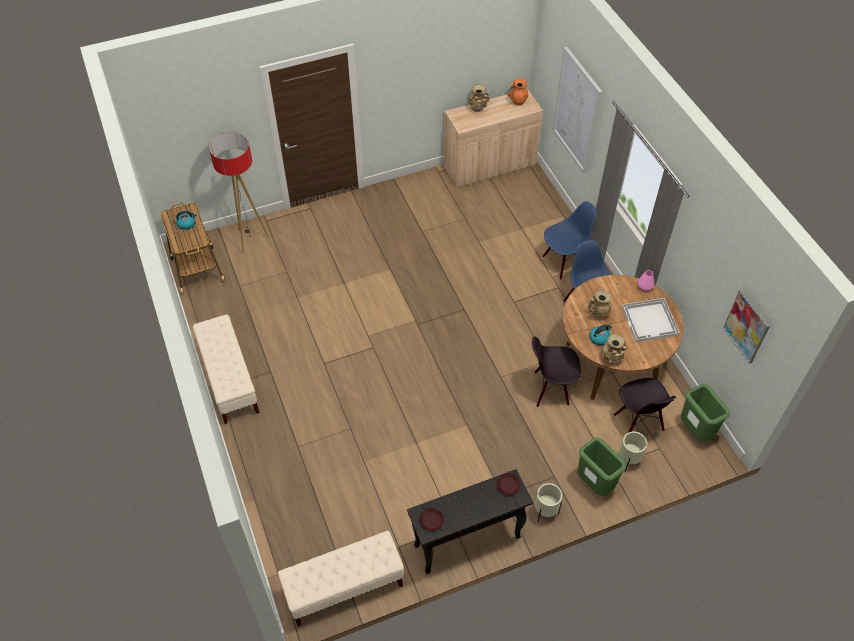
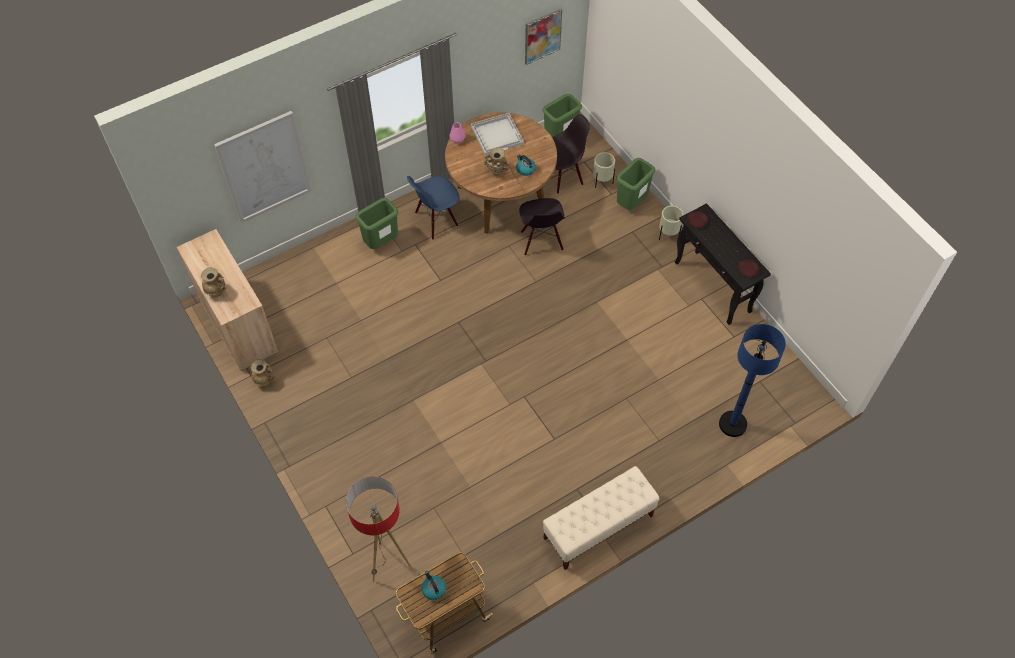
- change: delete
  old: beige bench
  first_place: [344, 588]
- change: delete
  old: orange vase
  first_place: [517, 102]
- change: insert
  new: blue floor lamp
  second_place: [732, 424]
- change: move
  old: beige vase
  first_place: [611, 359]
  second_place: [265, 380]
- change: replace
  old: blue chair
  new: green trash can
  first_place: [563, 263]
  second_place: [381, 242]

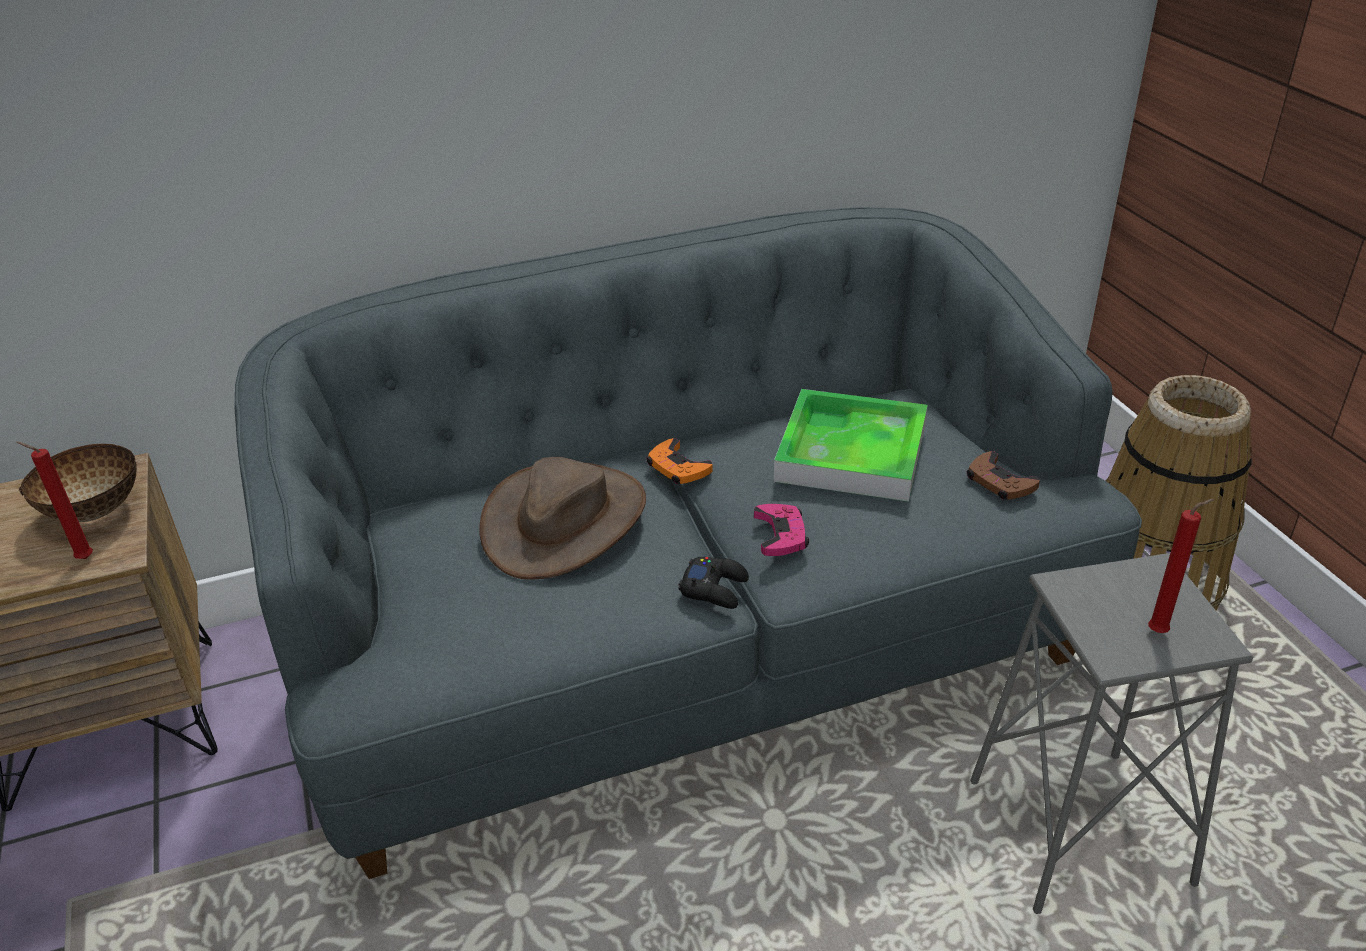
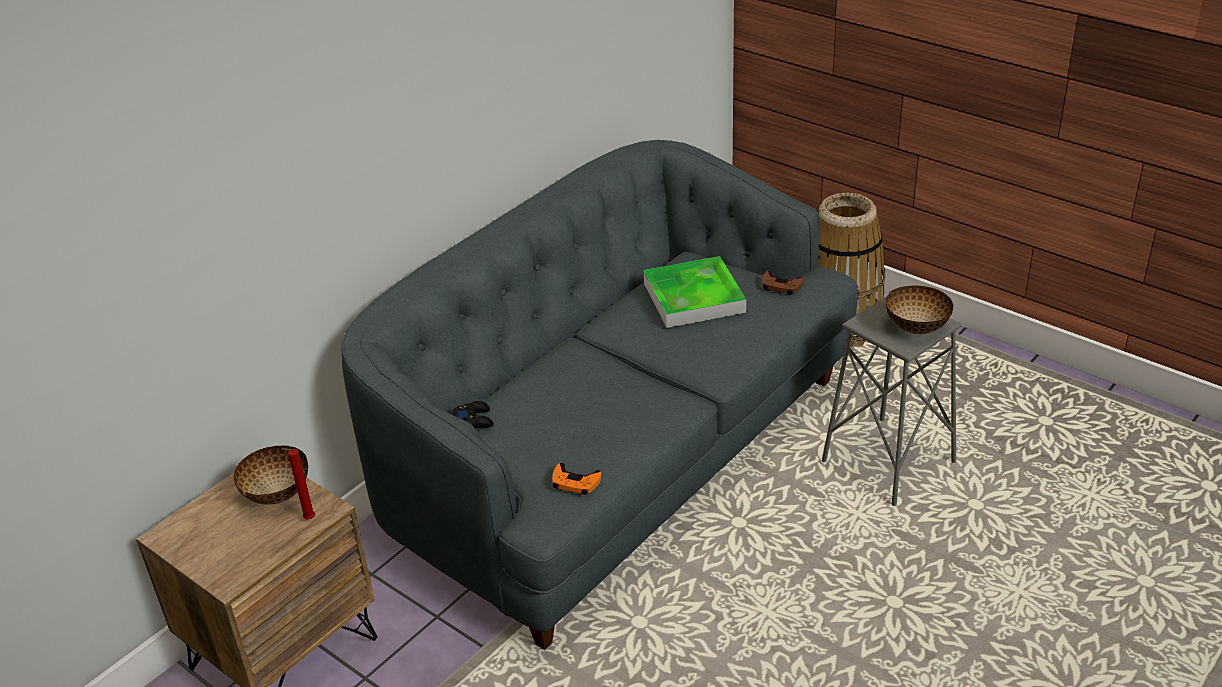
- change: delete
  old: brown hat
  first_place: [564, 520]
- change: delete
  old: pink game controller
  first_place: [781, 534]
- change: move
  old: orange game controller
  first_place: [678, 467]
  second_place: [575, 483]
- change: move
  old: black game controller
  first_place: [715, 588]
  second_place: [474, 420]
- change: replace
  old: red candle
  new: bowl
  first_place: [1160, 632]
  second_place: [917, 327]

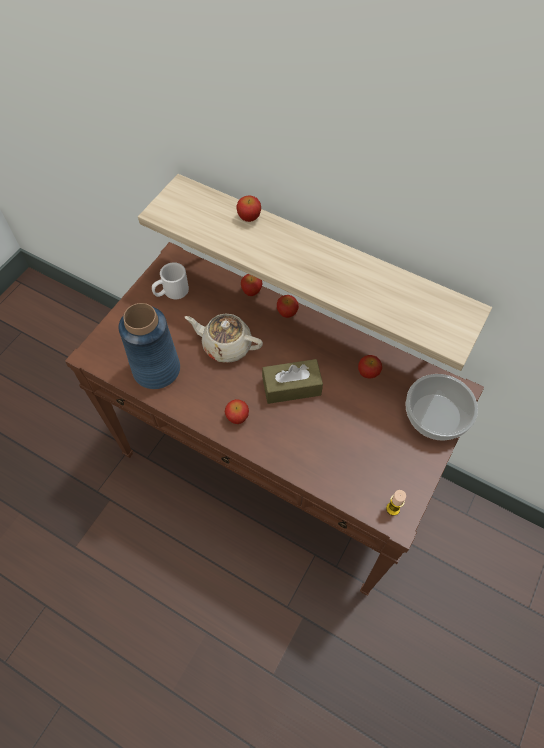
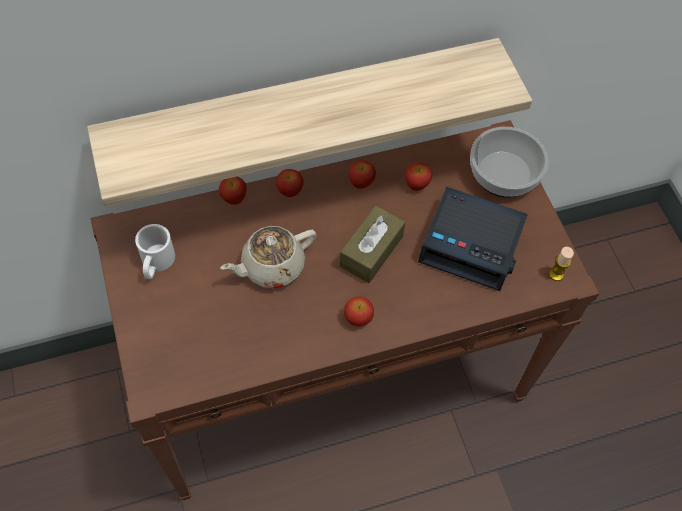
- change: delete
  old: blue vase
  first_place: [156, 369]
- change: insert
  new: alarm clock
  second_place: [472, 244]
- change: move
  old: apple
  first_place: [249, 217]
  second_place: [361, 182]

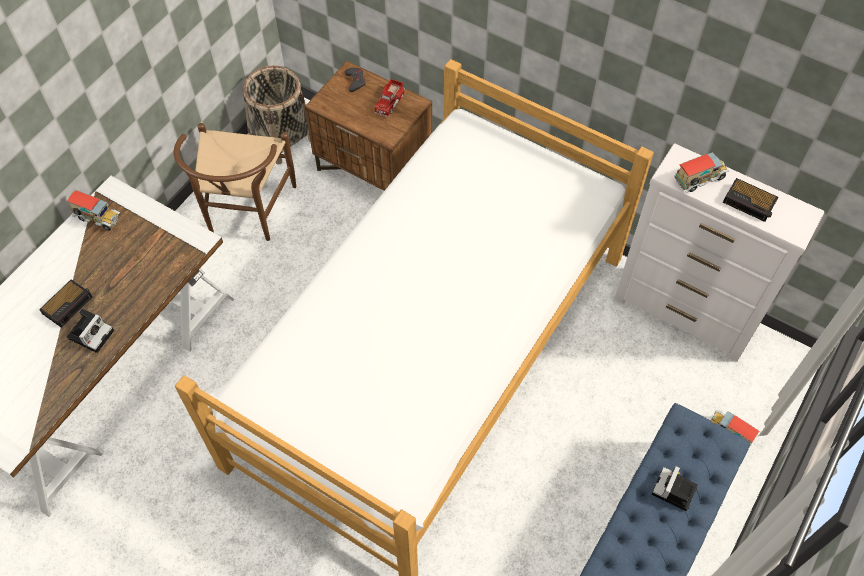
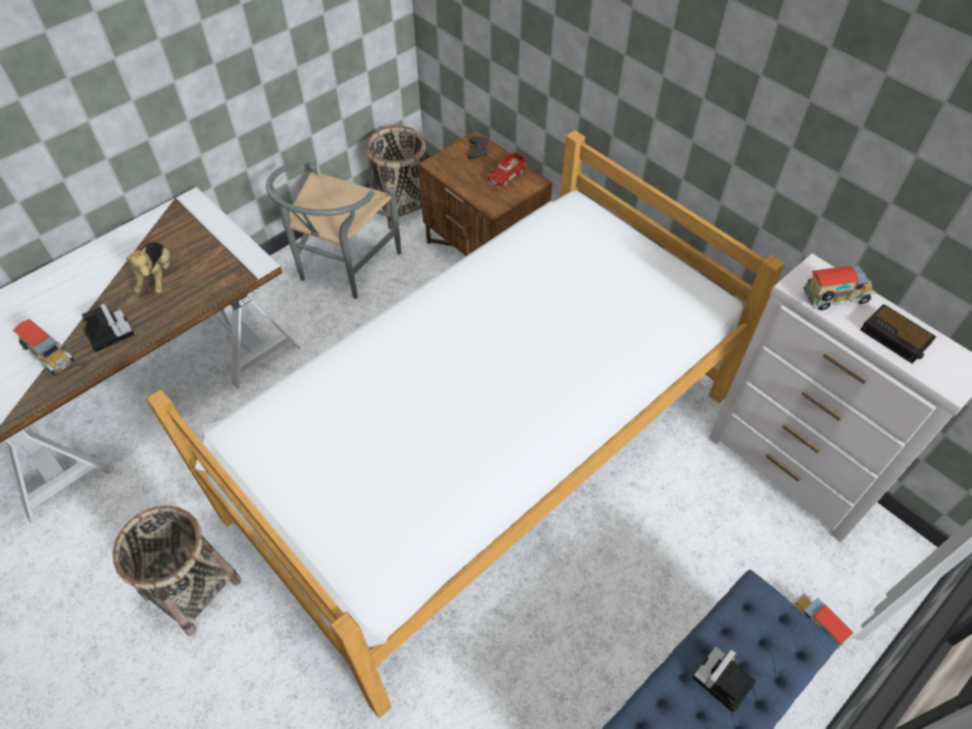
- change: delete
  old: alarm clock
  first_place: [68, 304]
- change: insert
  new: basket
  second_place: [193, 588]
- change: insert
  new: plush toy
  second_place: [157, 277]
- change: move
  old: toy truck
  first_place: [98, 219]
  second_place: [51, 358]
- change: recolor
  old: brown chair
  new: grey chair
  first_place: [246, 214]
  second_place: [342, 269]
- change: rotate
  old: photo camera
  first_place: [91, 333]
  second_place: [108, 332]
  degrees: -75

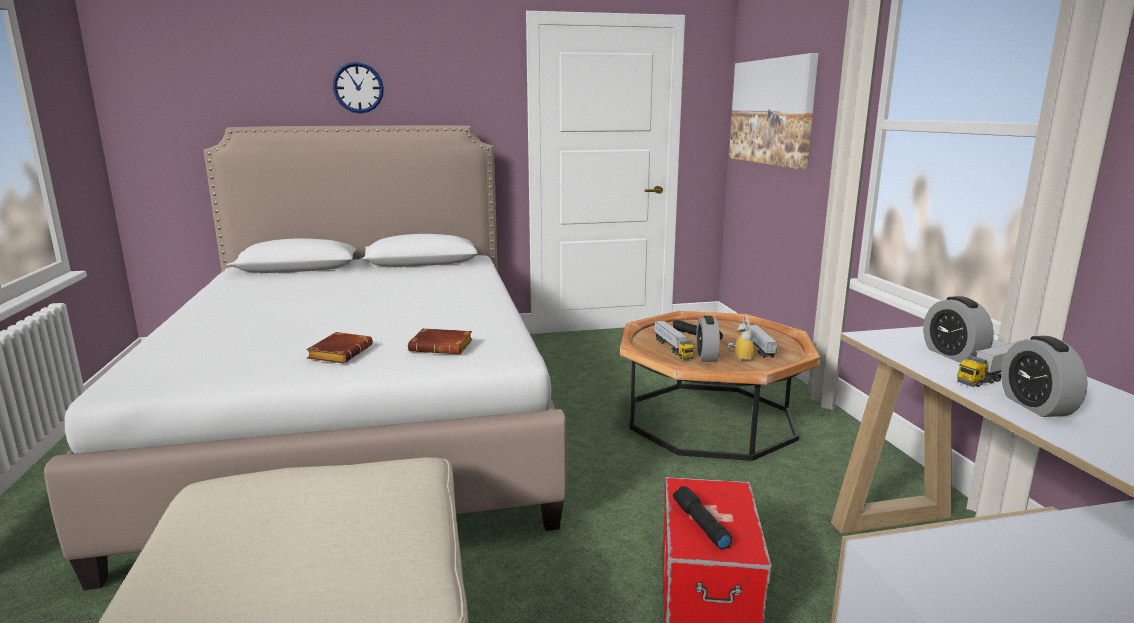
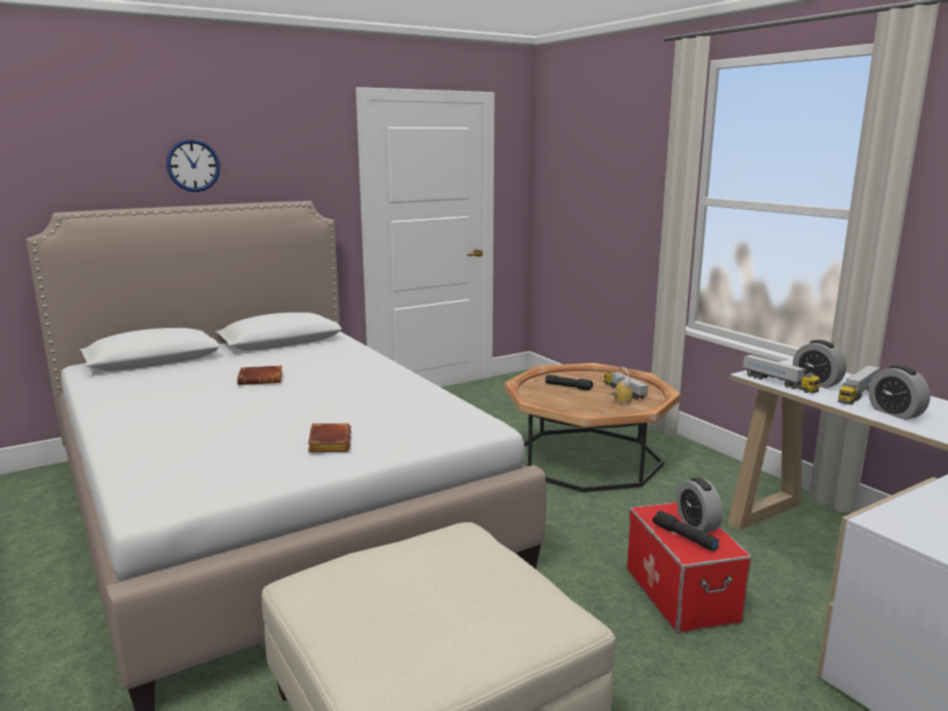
- change: delete
  old: picture
  first_place: [772, 111]
- change: move
  old: brown book
  first_place: [443, 347]
  second_place: [262, 379]
- change: move
  old: toy truck
  first_place: [672, 348]
  second_place: [779, 383]
- change: move
  old: alarm clock
  first_place: [706, 356]
  second_place: [697, 524]

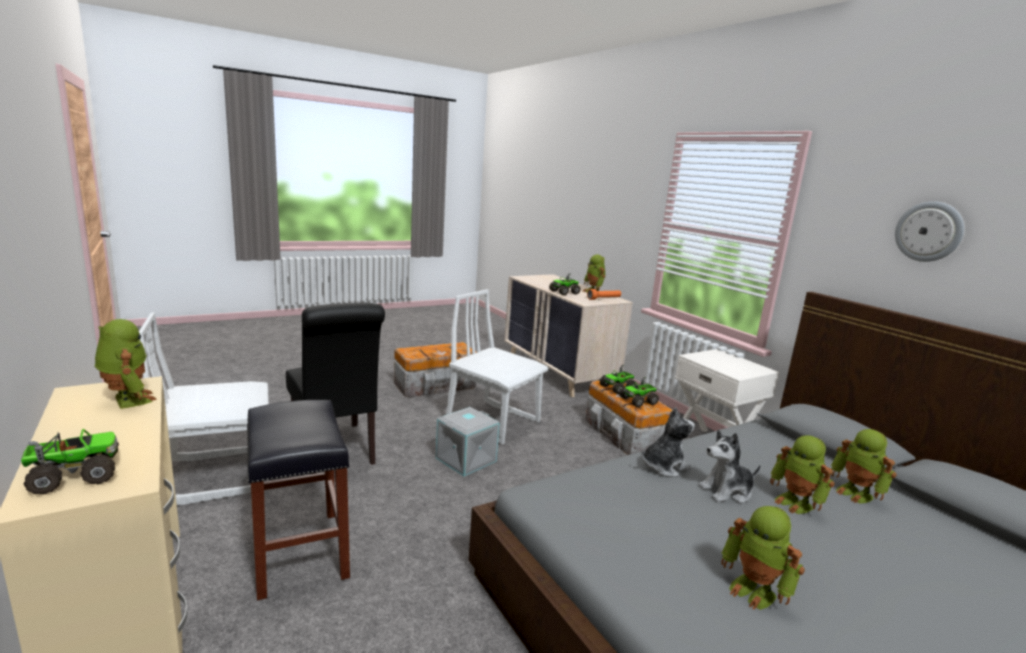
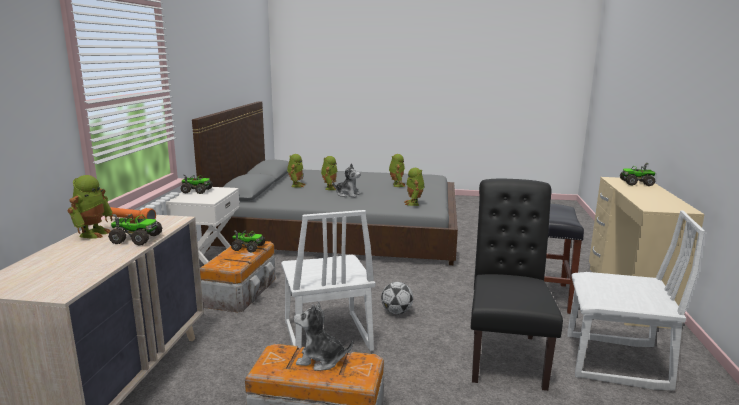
- change: delete
  old: wall clock
  first_place: [929, 231]
- change: move
  old: toy robot
  first_place: [128, 400]
  second_place: [414, 203]
- change: move
  old: toy truck
  first_place: [618, 388]
  second_place: [196, 191]
- change: move
  old: plush toy
  first_place: [663, 467]
  second_place: [320, 360]
- change: replace
  old: grey storage box
  new: football
  first_place: [466, 460]
  second_place: [396, 312]

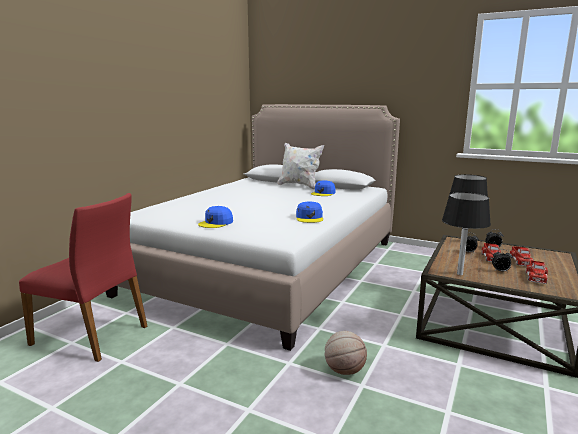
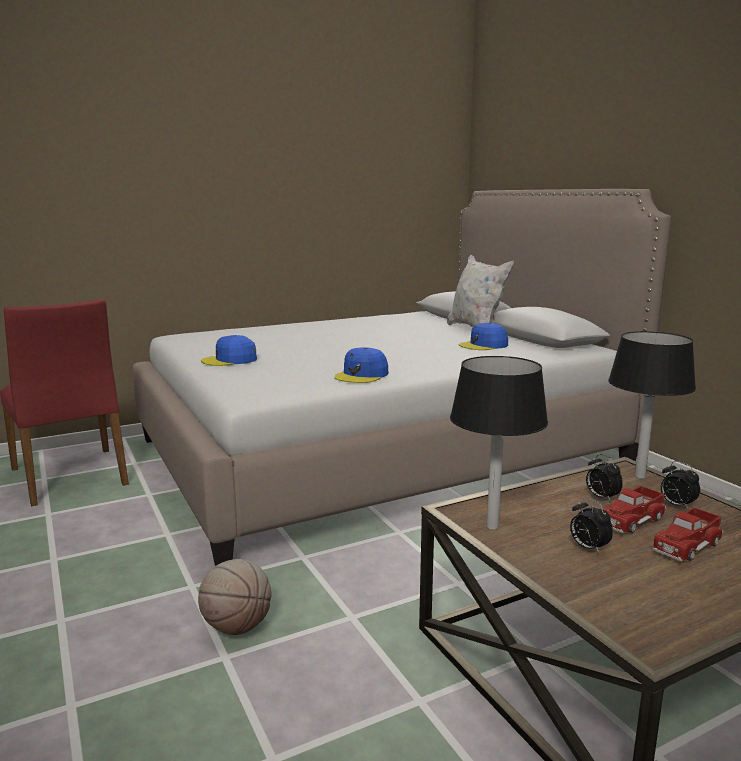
- change: delete
  old: toy truck
  first_place: [536, 277]

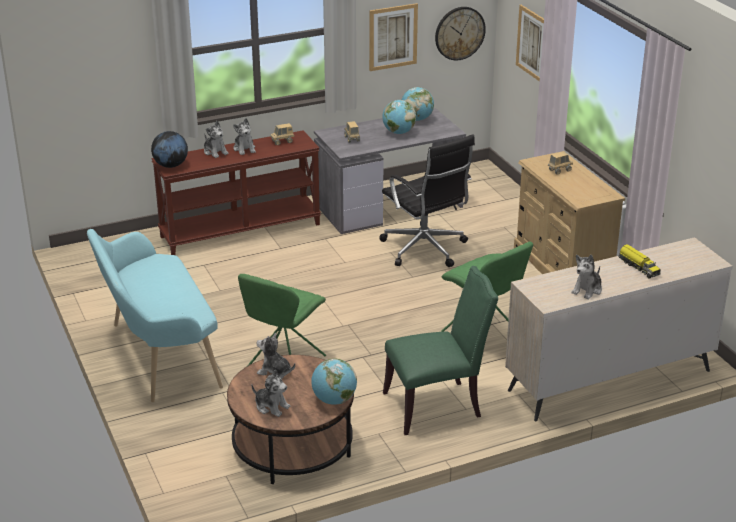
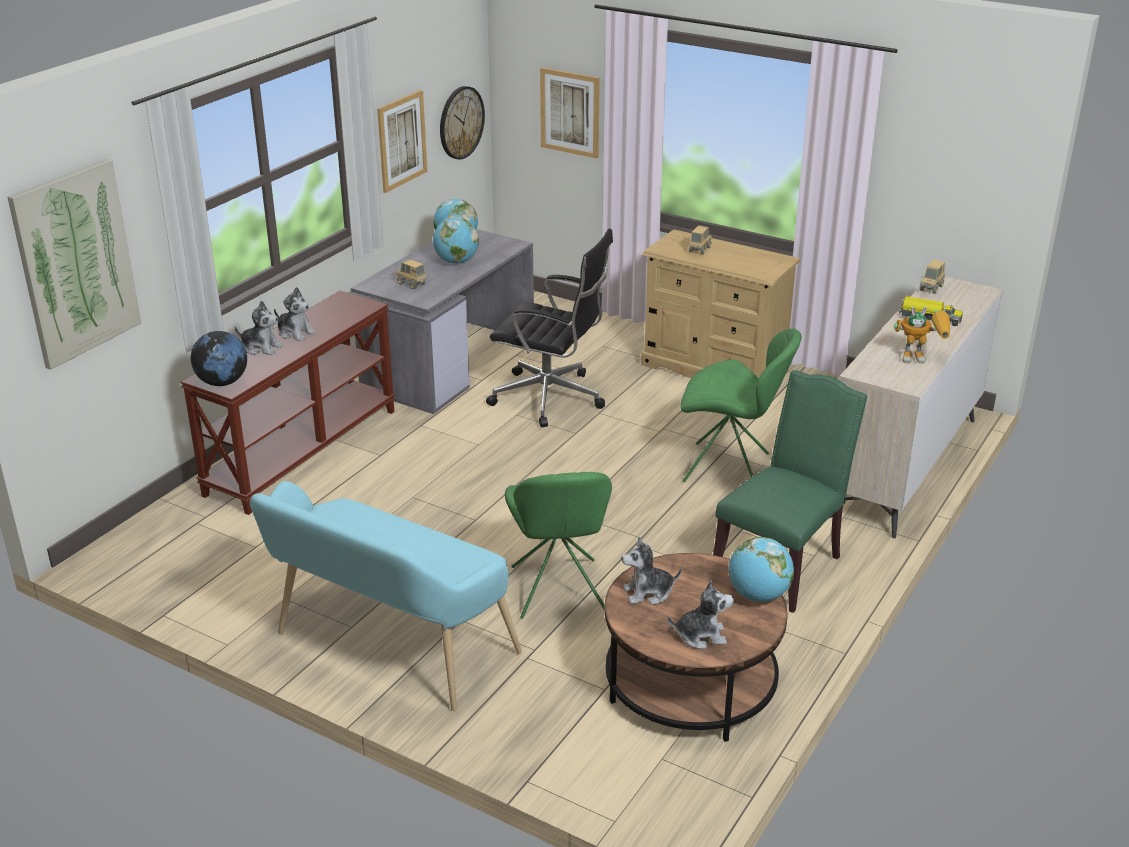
- change: insert
  new: picture
  second_place: [76, 263]
- change: move
  old: toy truck
  first_place: [282, 142]
  second_place: [931, 288]
- change: replace
  old: plush toy
  new: toy robot
  first_place: [587, 290]
  second_place: [921, 357]

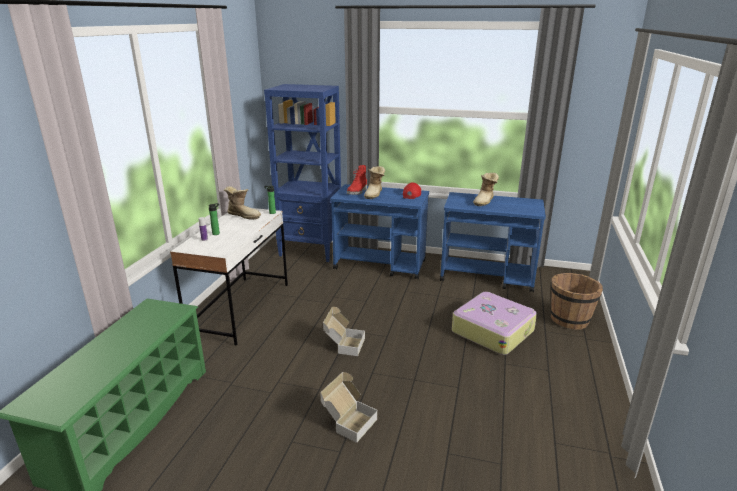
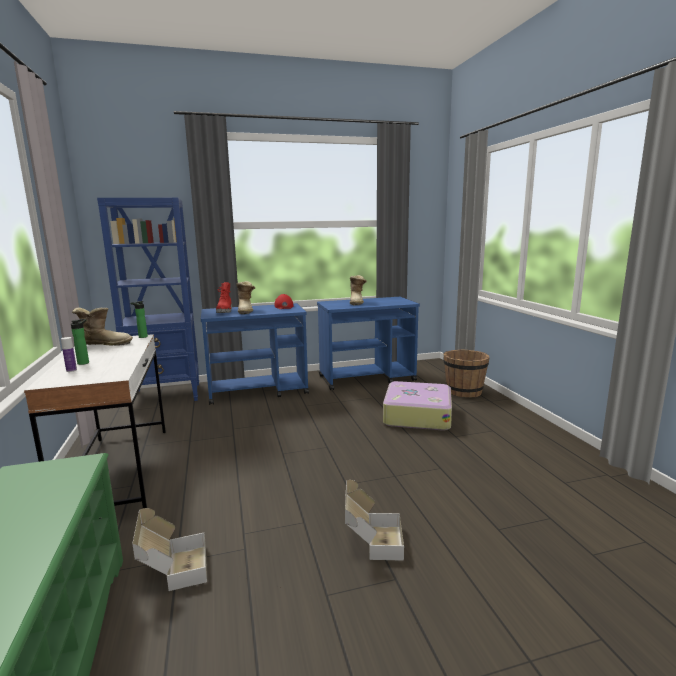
- change: move
  old: cardboard box
  first_place: [343, 345]
  second_place: [173, 570]

